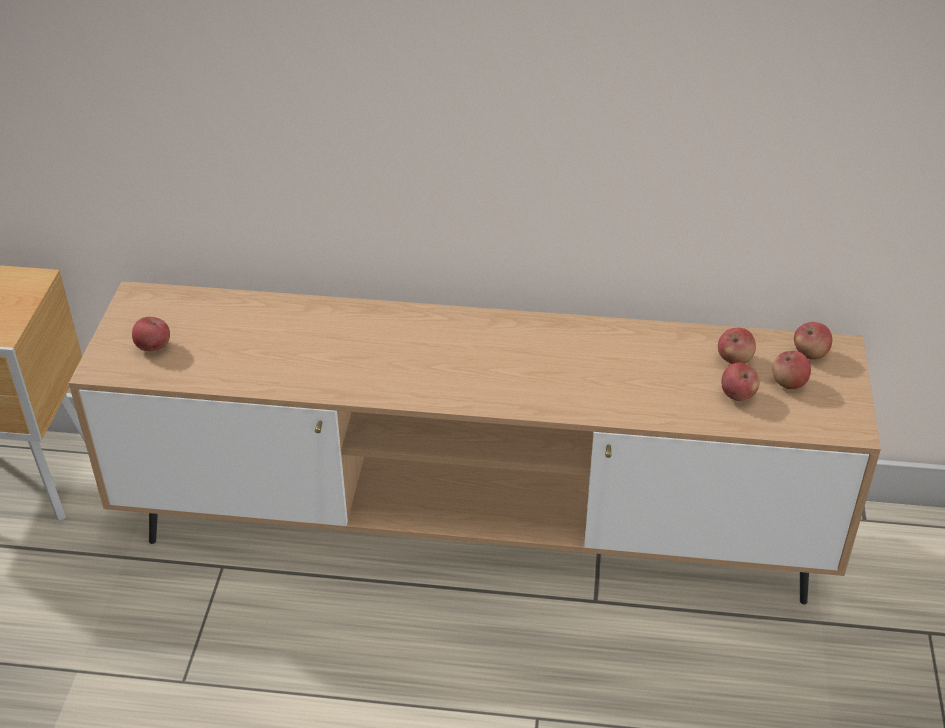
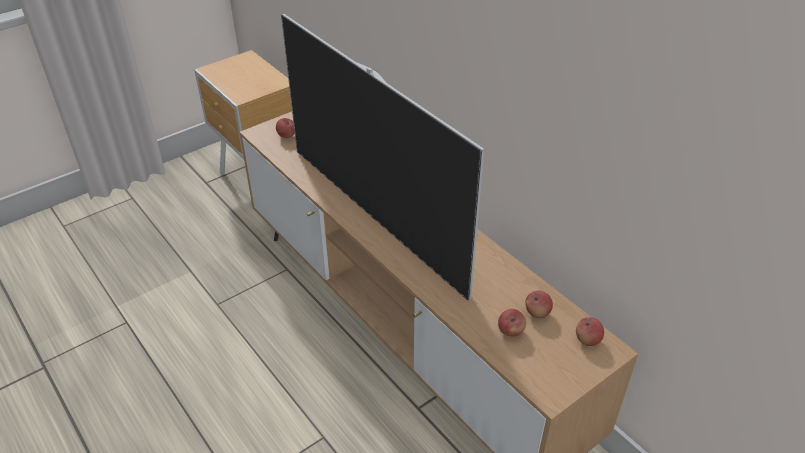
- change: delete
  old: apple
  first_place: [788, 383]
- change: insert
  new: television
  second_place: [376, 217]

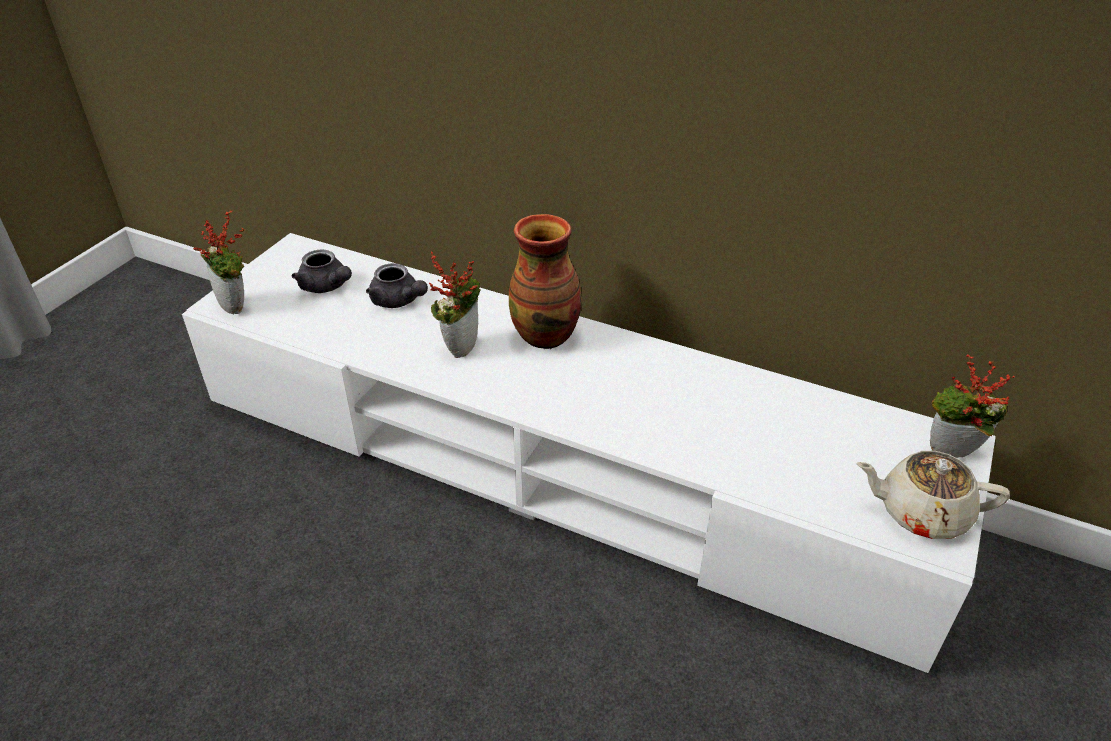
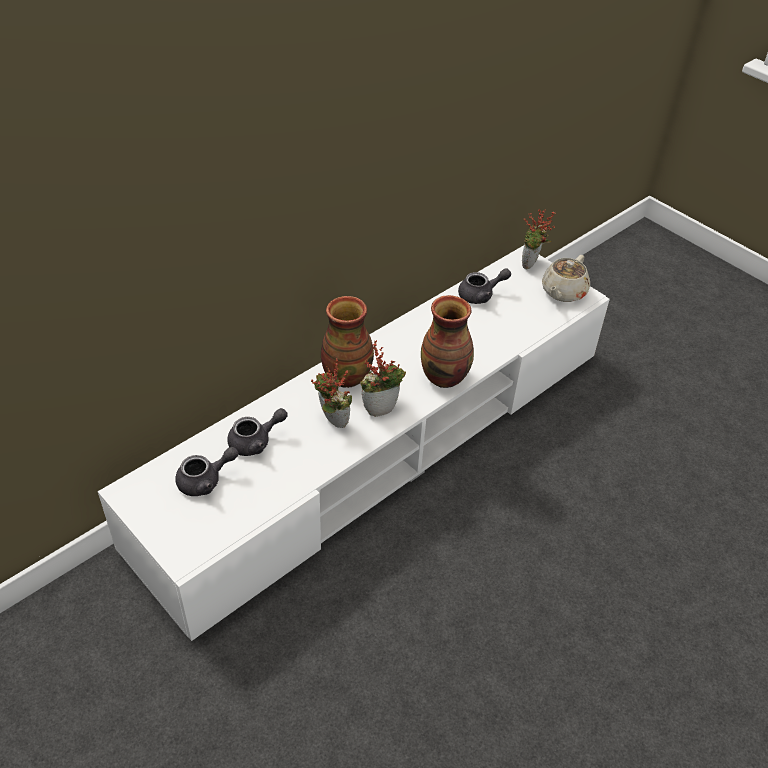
- change: insert
  new: vase
  second_place: [445, 377]
- change: insert
  new: grey teapot
  second_place: [481, 295]
- change: move
  old: potted plant
  first_place: [237, 305]
  second_place: [380, 407]

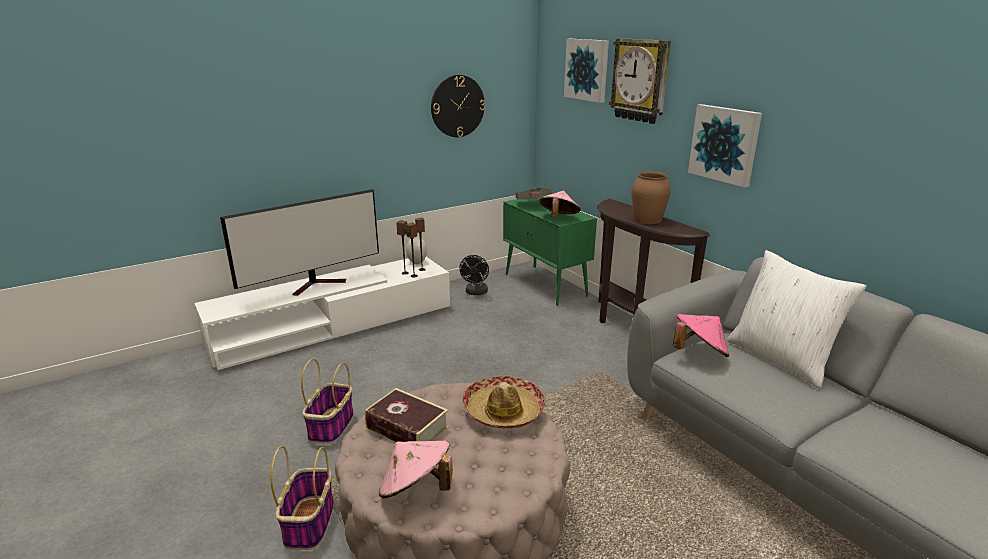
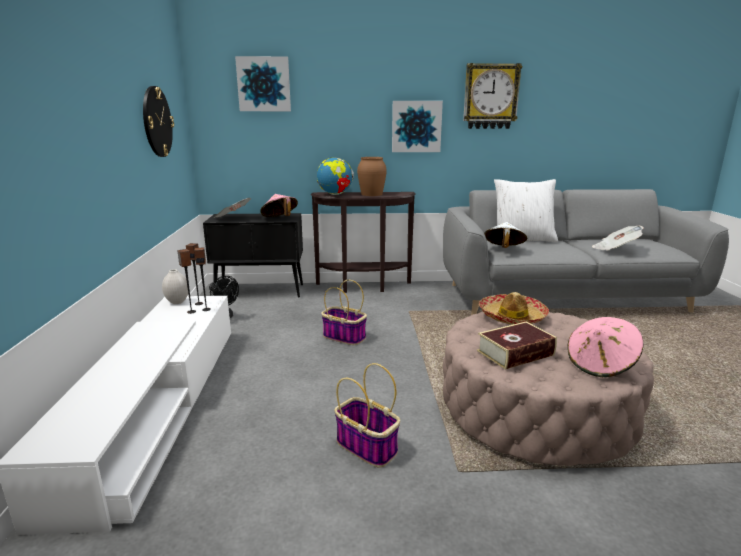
- change: delete
  old: television
  first_place: [318, 284]
- change: insert
  new: globe
  second_place: [335, 194]
- change: insert
  new: newspaper
  second_place: [615, 249]
- change: move
  old: basket
  first_place: [309, 522]
  second_place: [343, 337]
- change: move
  old: wall clock
  first_place: [640, 80]
  second_place: [490, 96]
- change: recolor
  old: green cabinet
  new: black cabinet
  first_place: [546, 285]
  second_place: [261, 291]
- change: recolor
  old: pink hat
  new: white hat
  first_place: [699, 352]
  second_place: [503, 249]

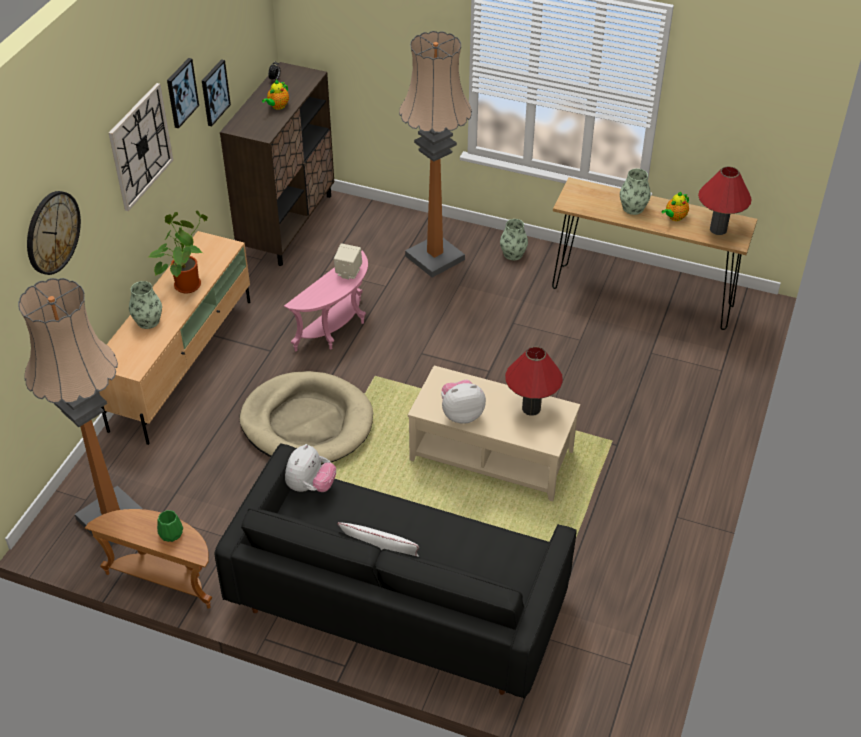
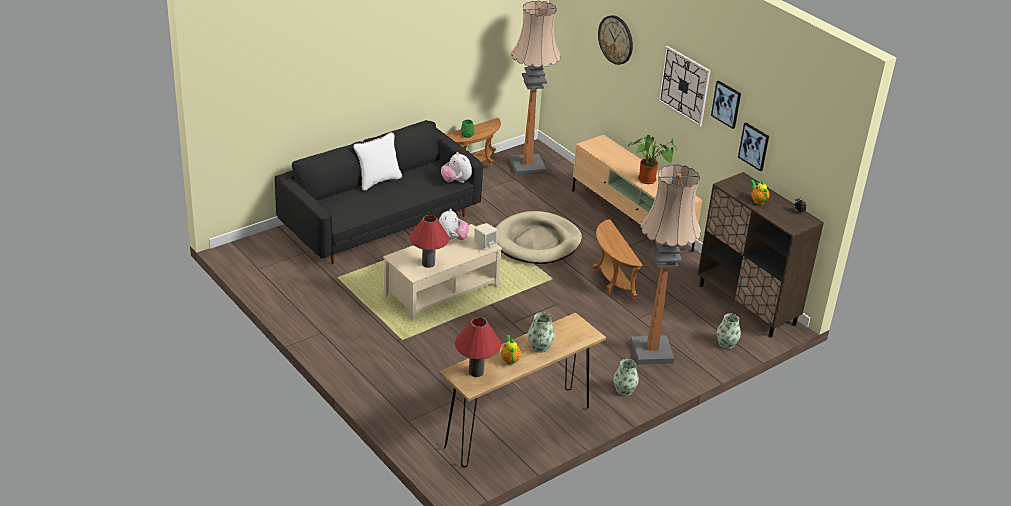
- change: move
  old: vase
  first_place: [148, 321]
  second_place: [726, 343]
- change: move
  old: beige speaker
  first_place: [348, 272]
  second_place: [485, 245]
- change: recolor
  old: pink side table
  new: brown side table
  first_place: [336, 329]
  second_place: [610, 282]

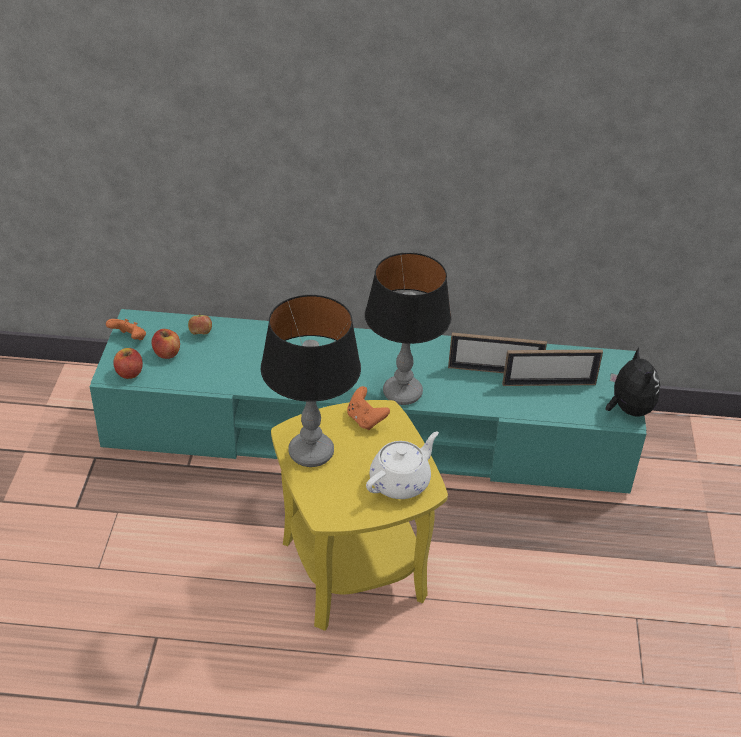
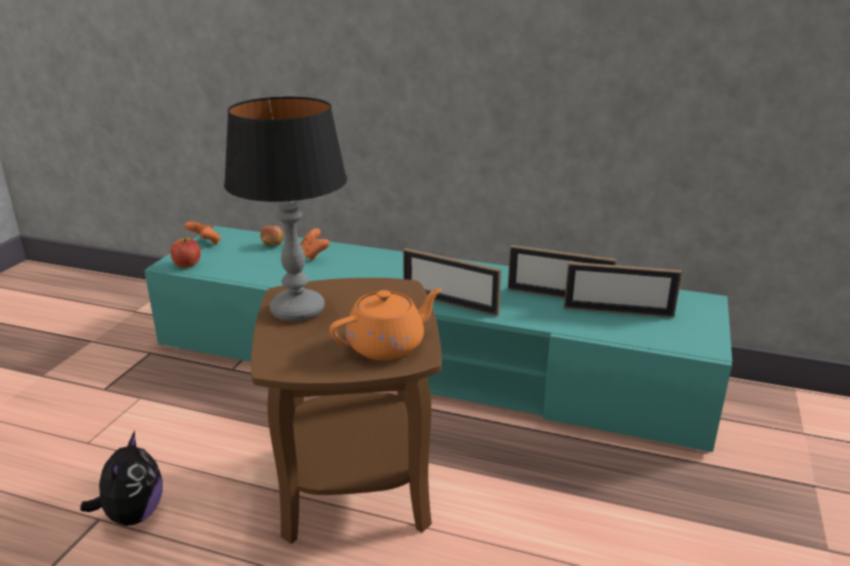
- change: delete
  old: apple
  first_place: [167, 353]
- change: move
  old: orange game controller
  first_place: [365, 420]
  second_place: [314, 255]
- change: move
  old: plush toy
  first_place: [628, 409]
  second_place: [133, 515]
- change: replace
  old: table lamp
  new: picture frame
  first_place: [403, 393]
  second_place: [450, 303]
- change: recolor
  old: yellow side table
  new: brown side table
  first_place: [352, 569]
  second_place: [353, 483]
- change: recolor
  old: white teapot
  new: orange teapot
  first_place: [401, 482]
  second_place: [387, 345]

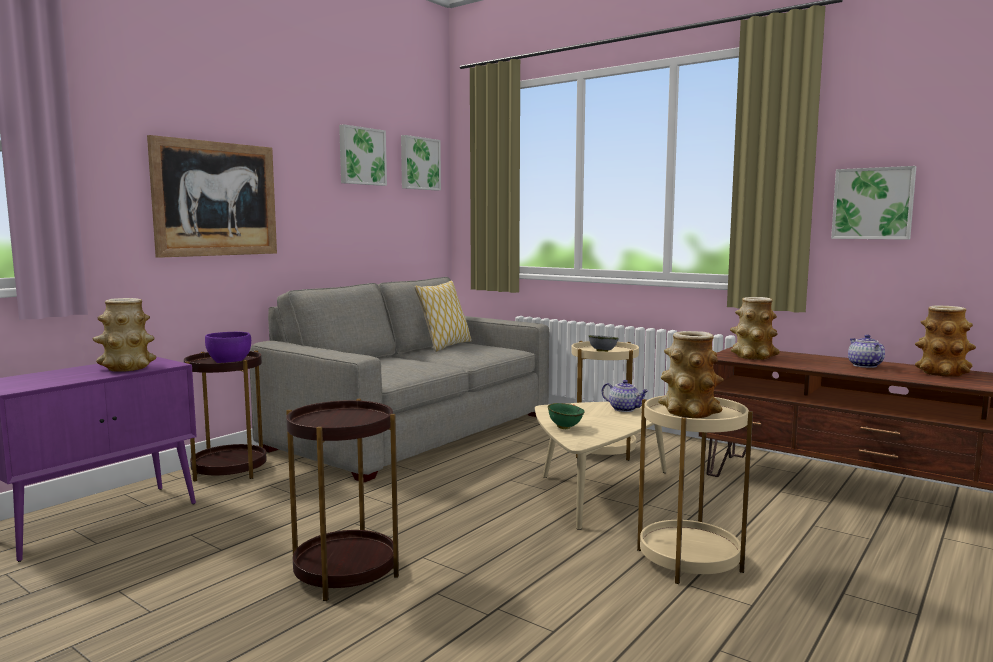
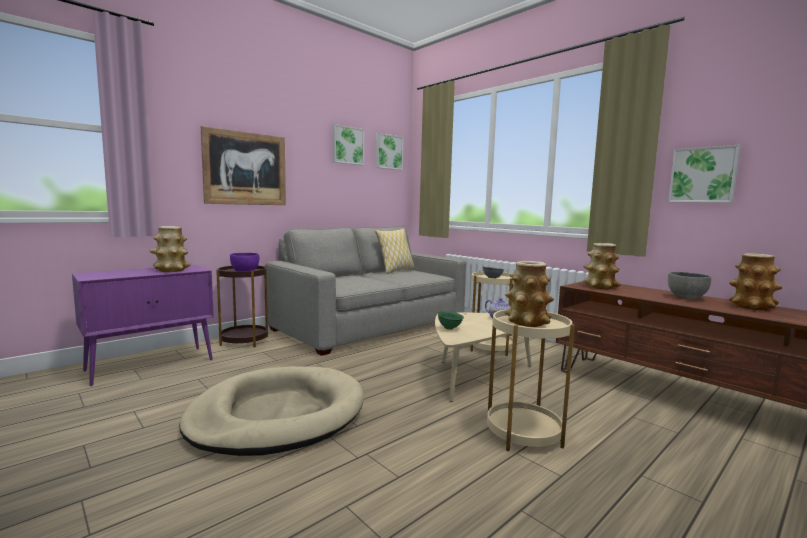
- change: replace
  old: brown side table
  new: beige dog bed
  first_place: [345, 572]
  second_place: [277, 415]
- change: replace
  old: teapot
  new: grey bowl
  first_place: [863, 365]
  second_place: [686, 298]

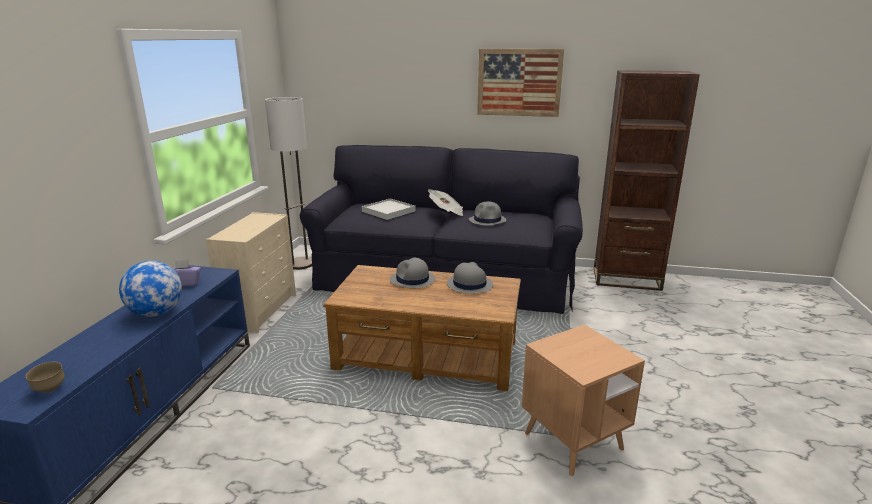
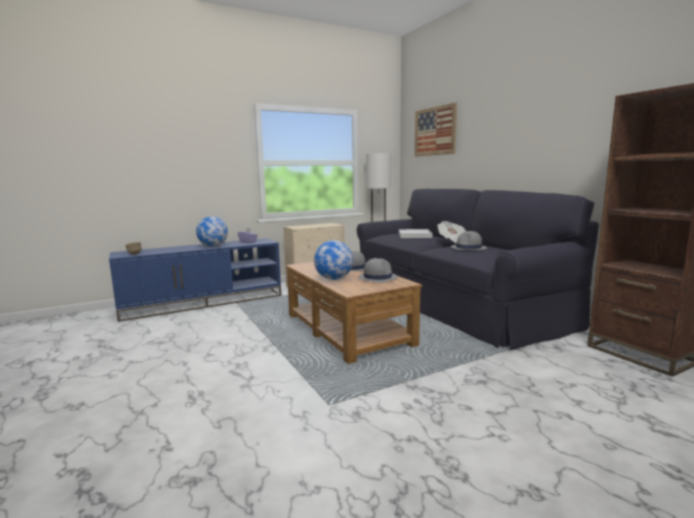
- change: delete
  old: brown side table
  first_place: [573, 441]
- change: insert
  new: globe
  second_place: [334, 279]
- change: move
  old: picture
  first_place: [519, 82]
  second_place: [435, 131]

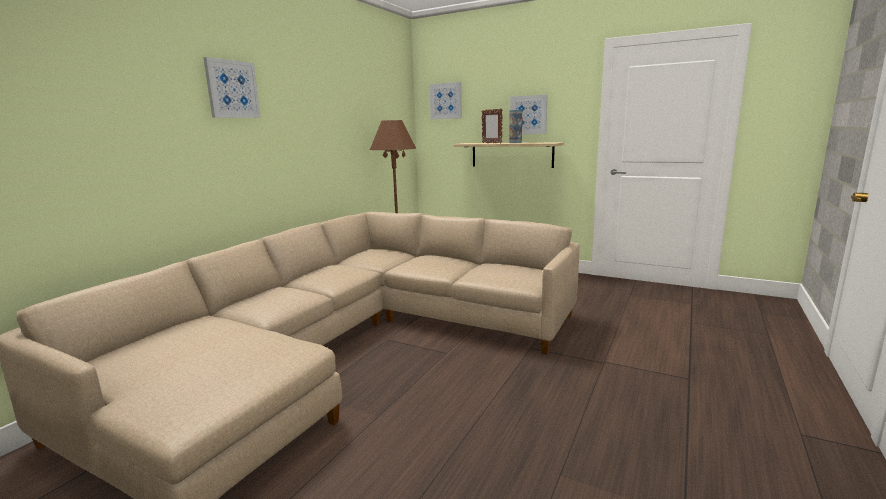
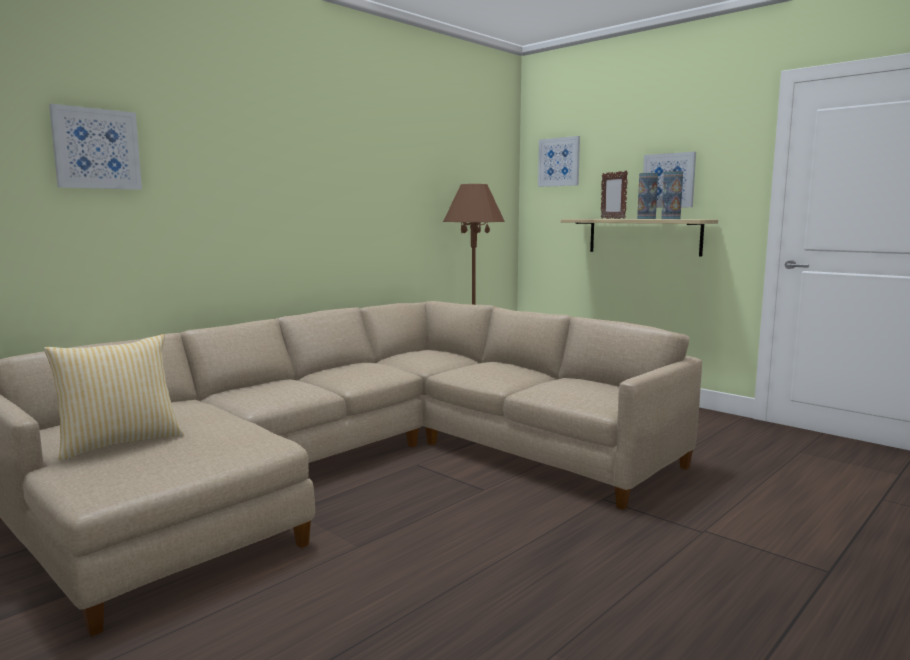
- change: insert
  new: pillow
  second_place: [119, 442]
- change: insert
  new: vase
  second_place: [670, 219]
- change: move
  old: picture
  first_place: [232, 89]
  second_place: [96, 149]

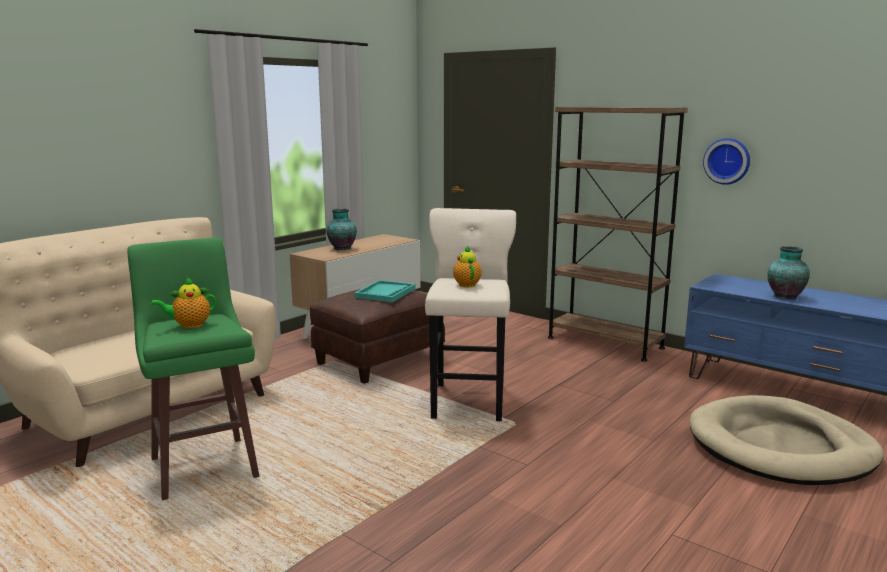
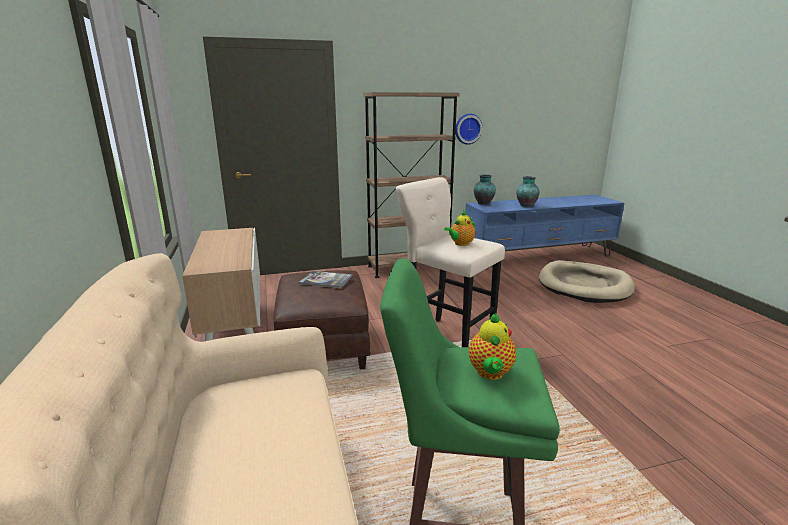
- change: move
  old: vase
  first_place: [341, 248]
  second_place: [483, 203]
- change: replace
  old: turquoise tray
  new: book
  first_place: [385, 293]
  second_place: [326, 280]
- change: rotate
  old: teapot
  first_place: [466, 284]
  second_place: [460, 244]
  degrees: -60

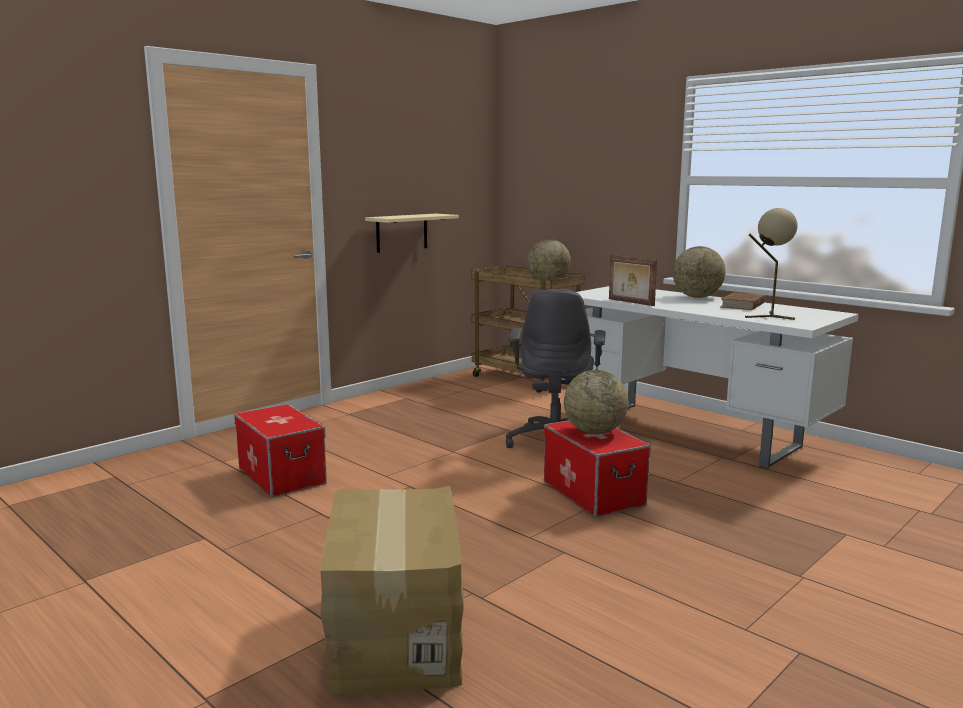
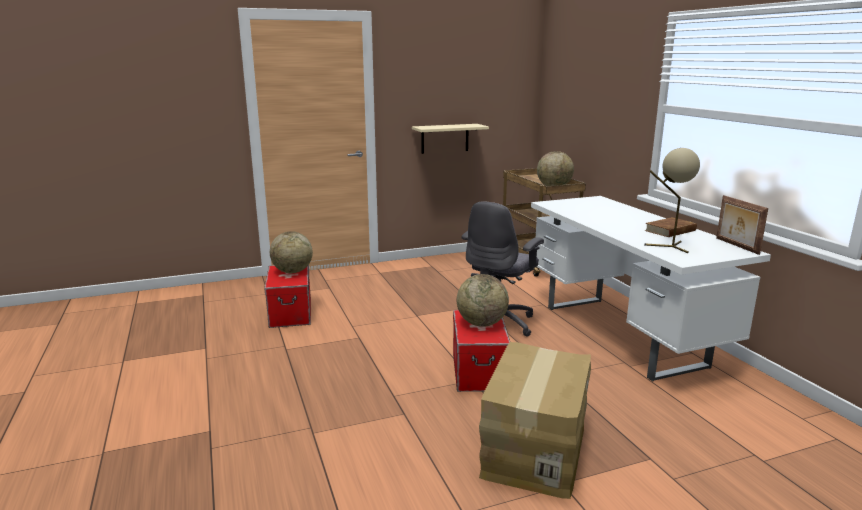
- change: move
  old: cardboard box
  first_place: [393, 633]
  second_place: [533, 449]
- change: move
  old: picture frame
  first_place: [630, 302]
  second_place: [736, 246]
- change: move
  old: globe
  first_place: [697, 297]
  second_place: [292, 272]

